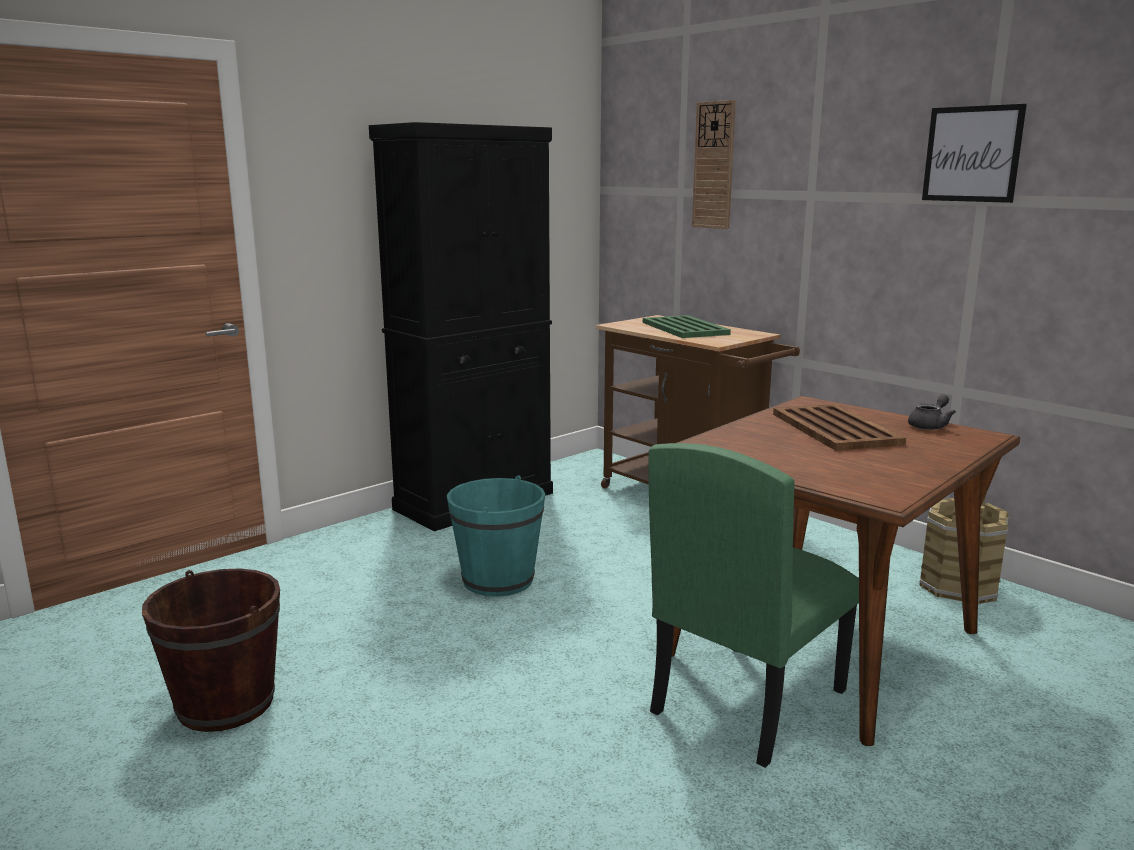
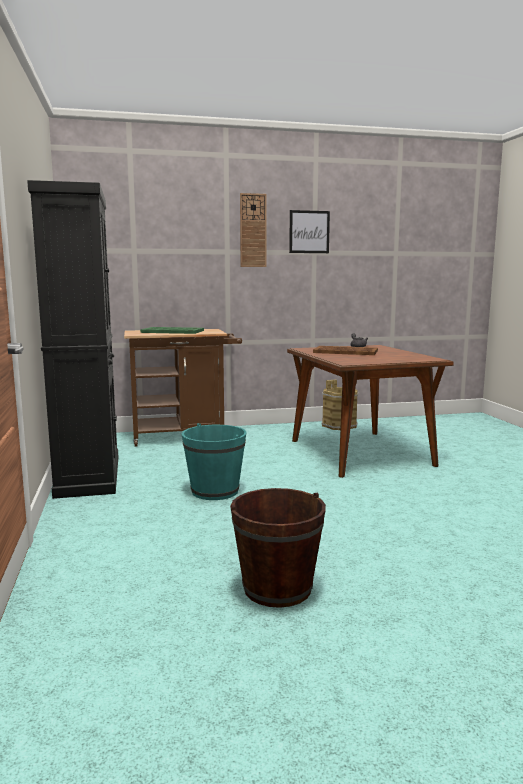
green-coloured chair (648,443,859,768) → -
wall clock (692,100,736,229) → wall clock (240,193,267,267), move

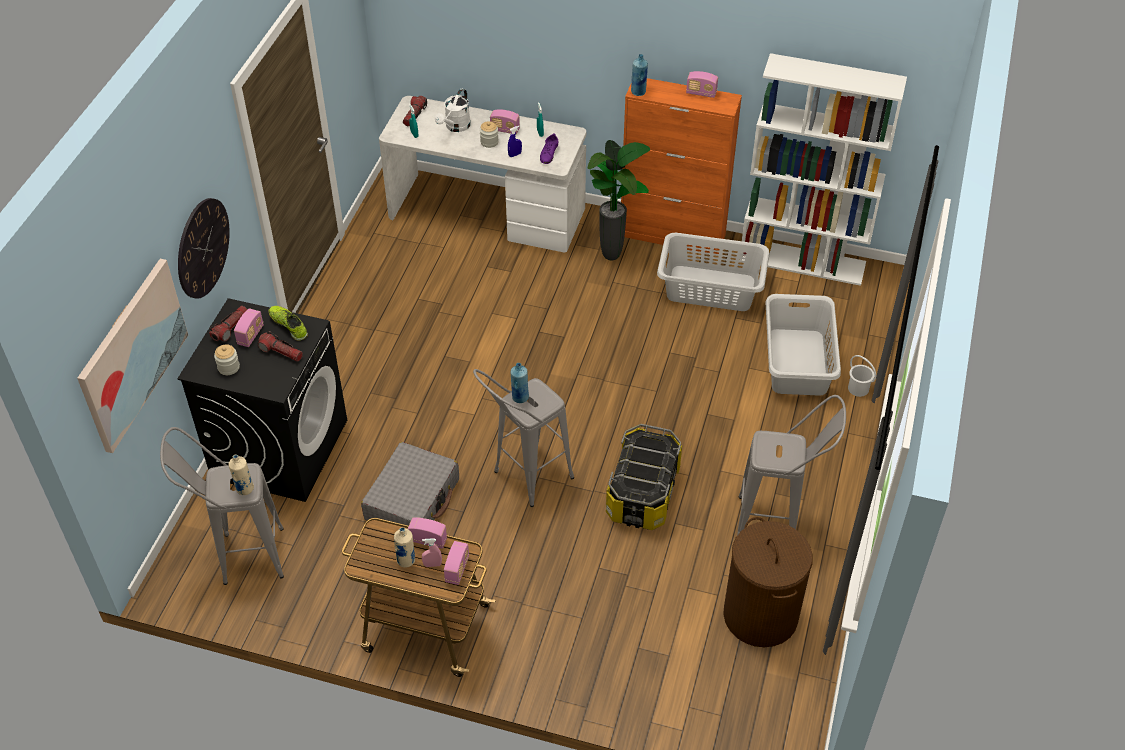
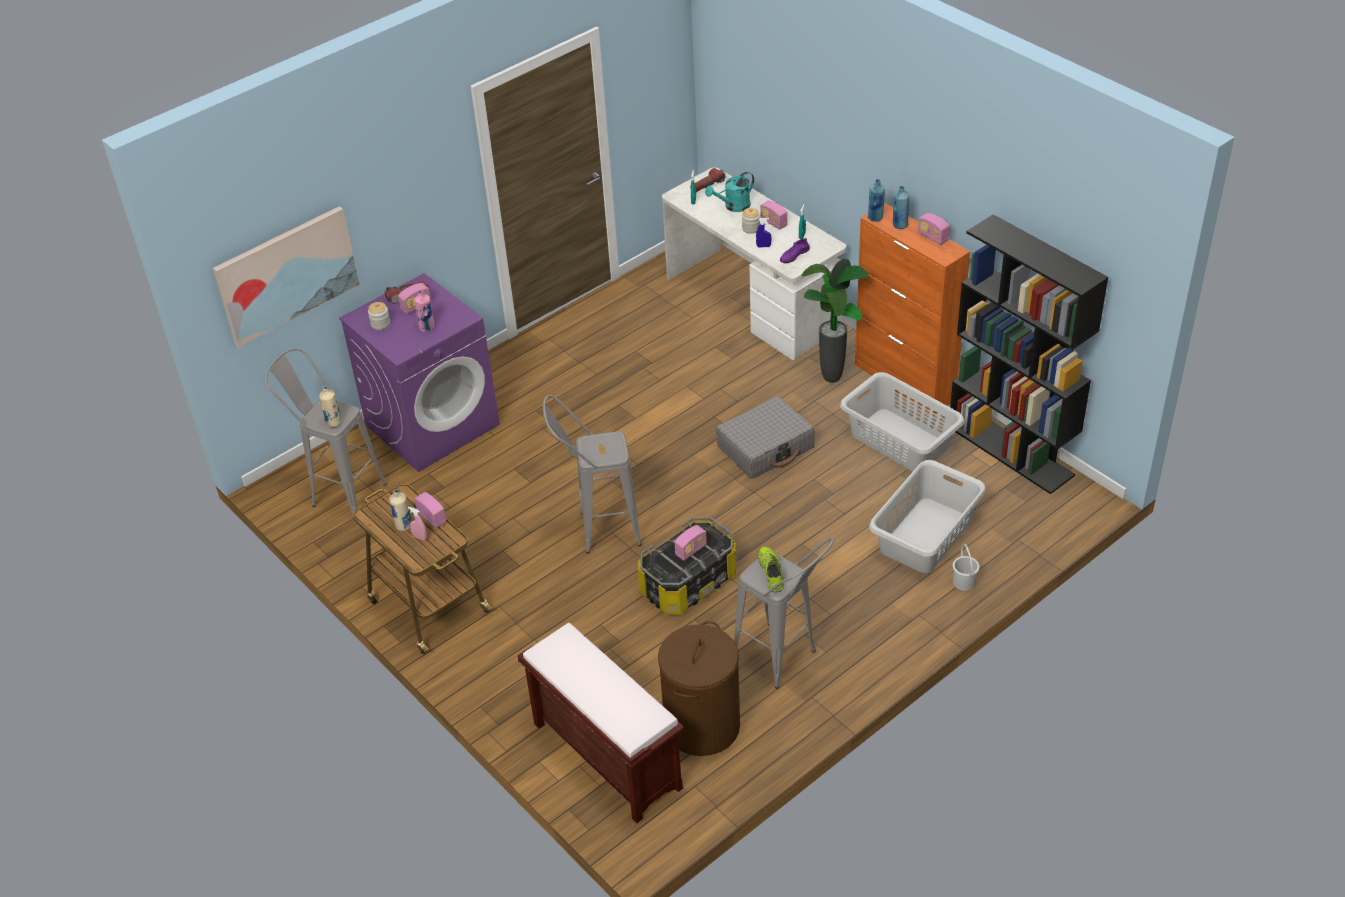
wall clock (178,198,230,299) → -
- → brown bench (518,623,684,823)
item of footwear (268,306,308,341) → item of footwear (758,547,784,592), move
greyish piece of luggage (361,442,459,526) → greyish piece of luggage (716,396,815,478), move
radio (444,541,469,585) → radio (674,525,707,561), move
blue beverage bottle (511,363,529,403) → blue beverage bottle (893,186,909,229), move
torch (258,331,303,362) → pink-coloured beverage bottle (414,290,434,332)
black laundry machine (177,298,347,502) → purplish laundry machine (339,273,500,472)
whitish watering can (435,88,471,132) → turquoise-coloured watering can (705,171,754,212)
whitish bookshelf (739,53,907,286) → black bookshelf (950,214,1108,494)

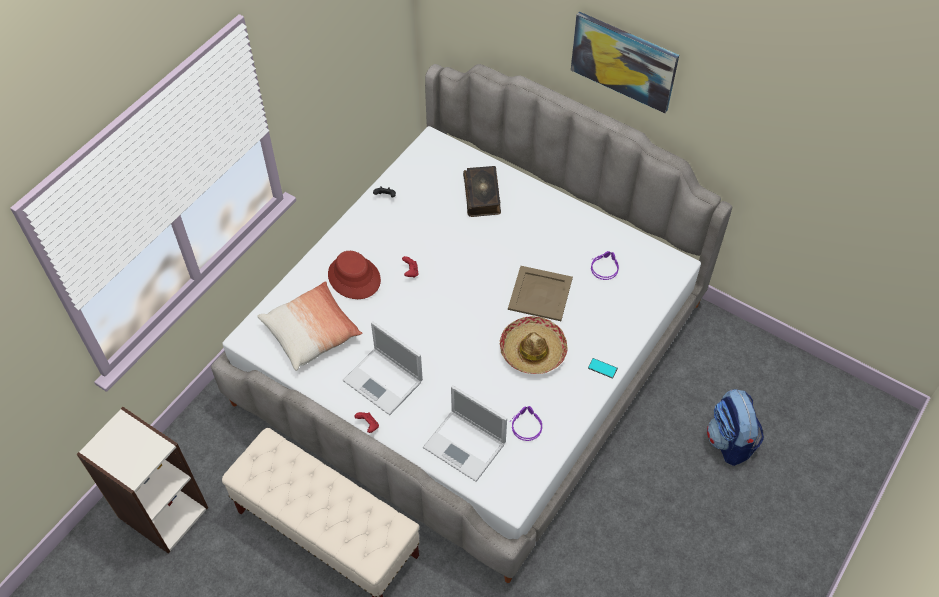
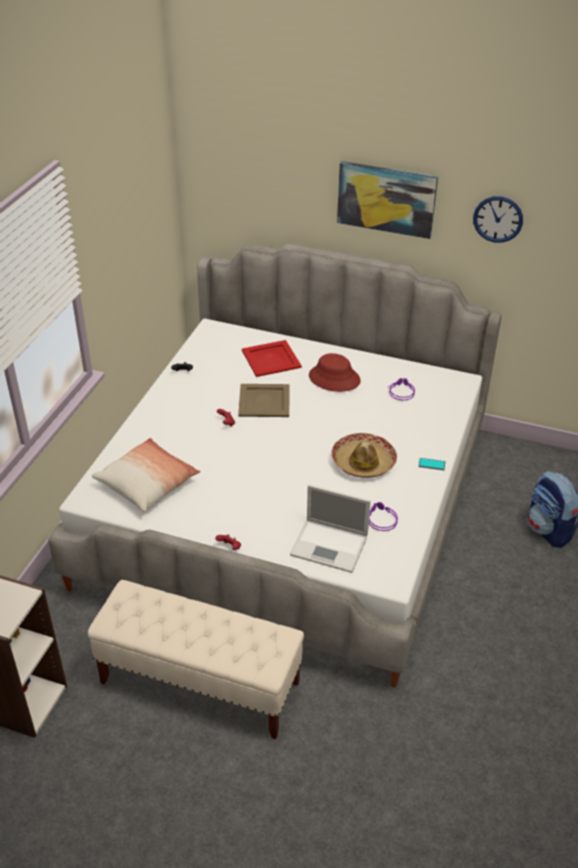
notebook computer (343,321,423,415) → -
- → wall clock (473,196,523,243)
reddish hat (328,251,381,299) → reddish hat (309,353,361,392), move
beige-coloured serving tray (508,266,573,321) → beige-coloured serving tray (238,384,290,417), move
volume (463,166,501,217) → reddish serving tray (242,340,302,377)

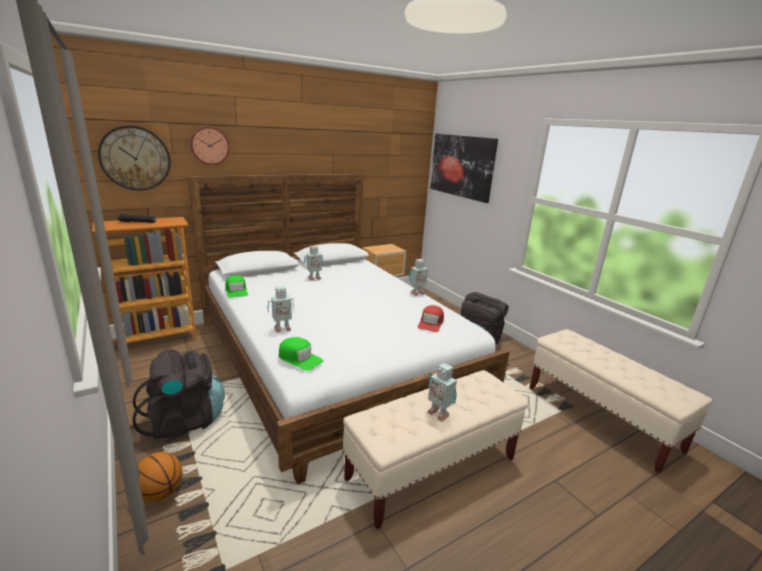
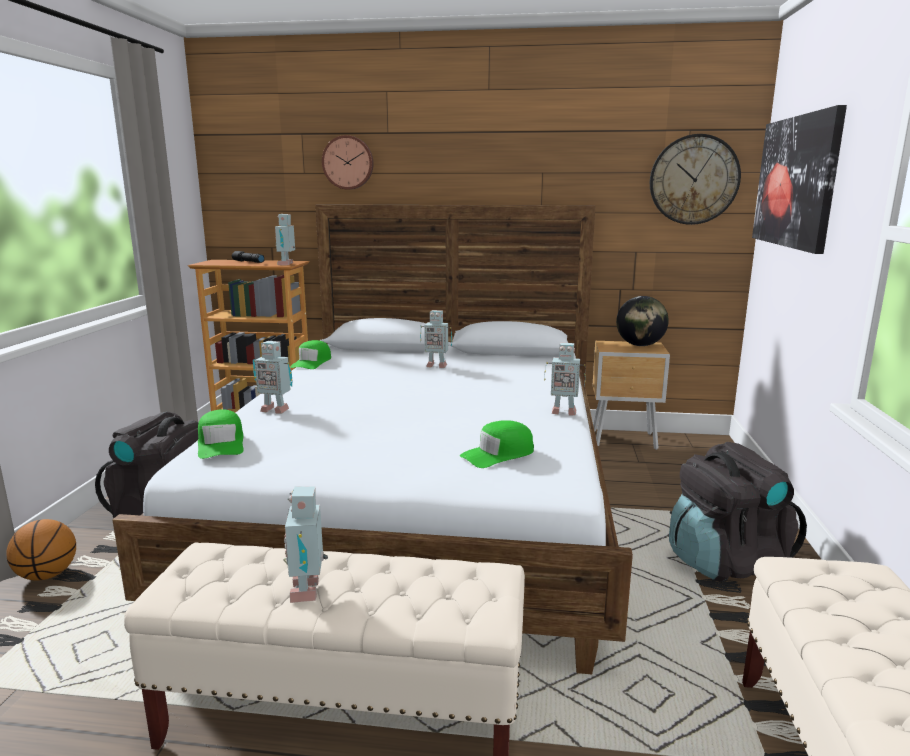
- → toy robot (275,214,295,265)
- → desk globe (616,296,669,346)
wall clock (98,125,170,191) → wall clock (650,134,741,225), move
reddish peaked cap (418,305,444,332) → green-coloured peaked cap (460,420,534,468)

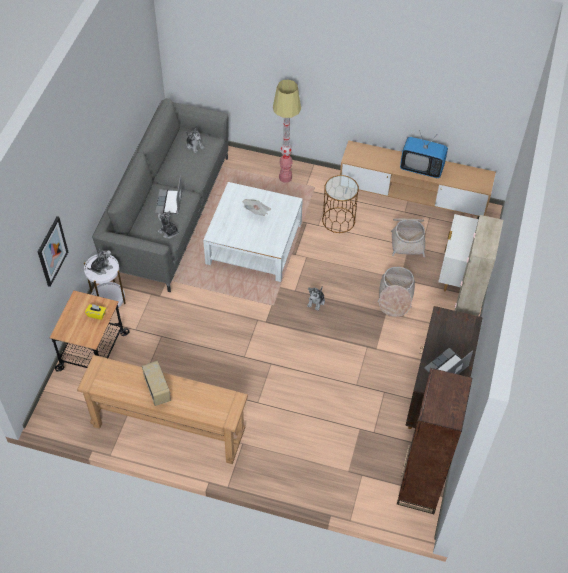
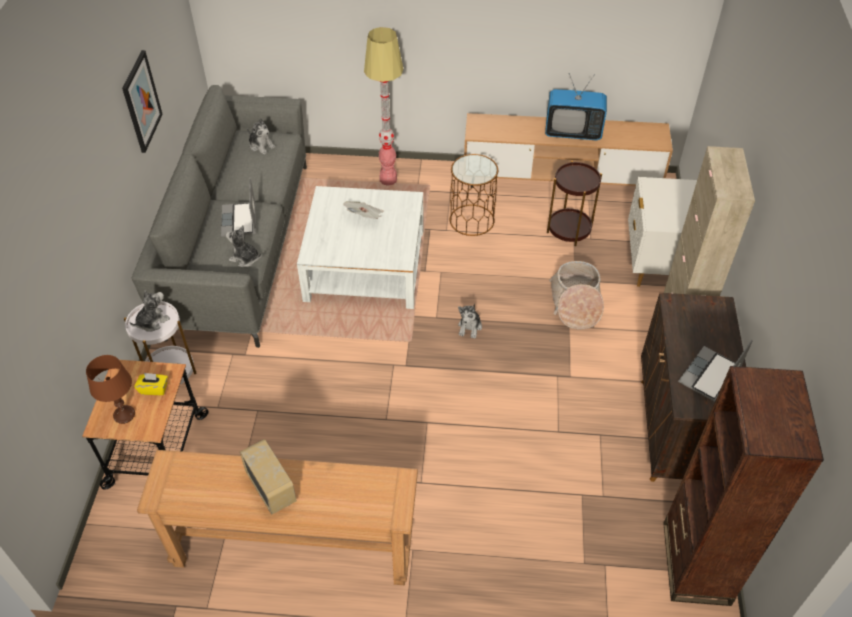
- → brown tabletop lamp (86,355,135,424)
wall art (38,216,68,287) → wall art (122,50,163,153), move
household basket (391,218,425,257) → brown end table (547,161,602,246)

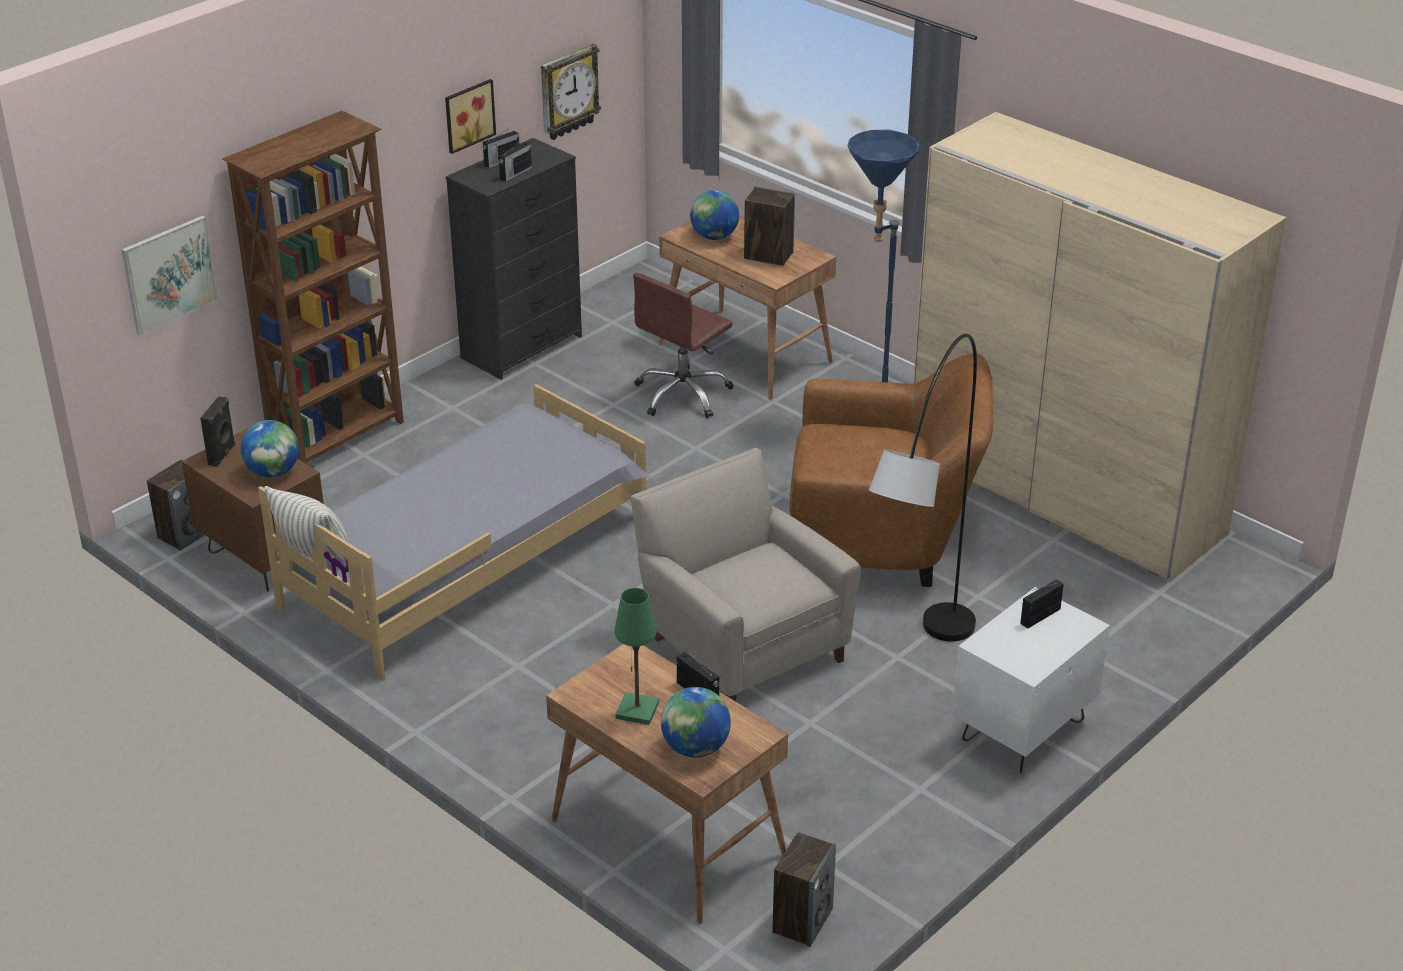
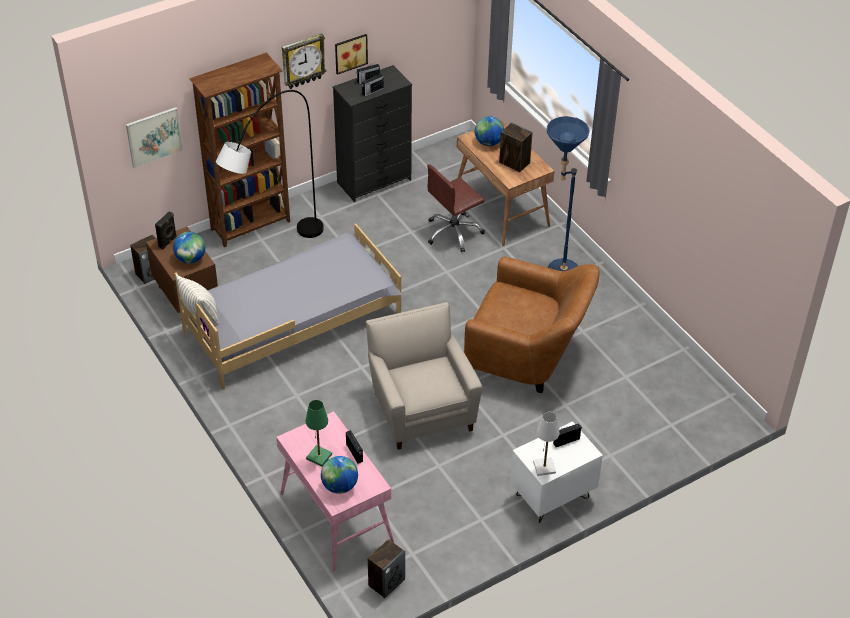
beige-coloured wardrobe (913,112,1286,582) → -
- → whitish tabletop lamp (533,412,559,476)
wall clock (541,44,601,140) → wall clock (282,33,326,89), move
greyish floor lamp (869,333,977,641) → greyish floor lamp (216,90,324,238), move
brown desk table (546,644,788,924) → pink-coloured desk table (277,411,394,572)

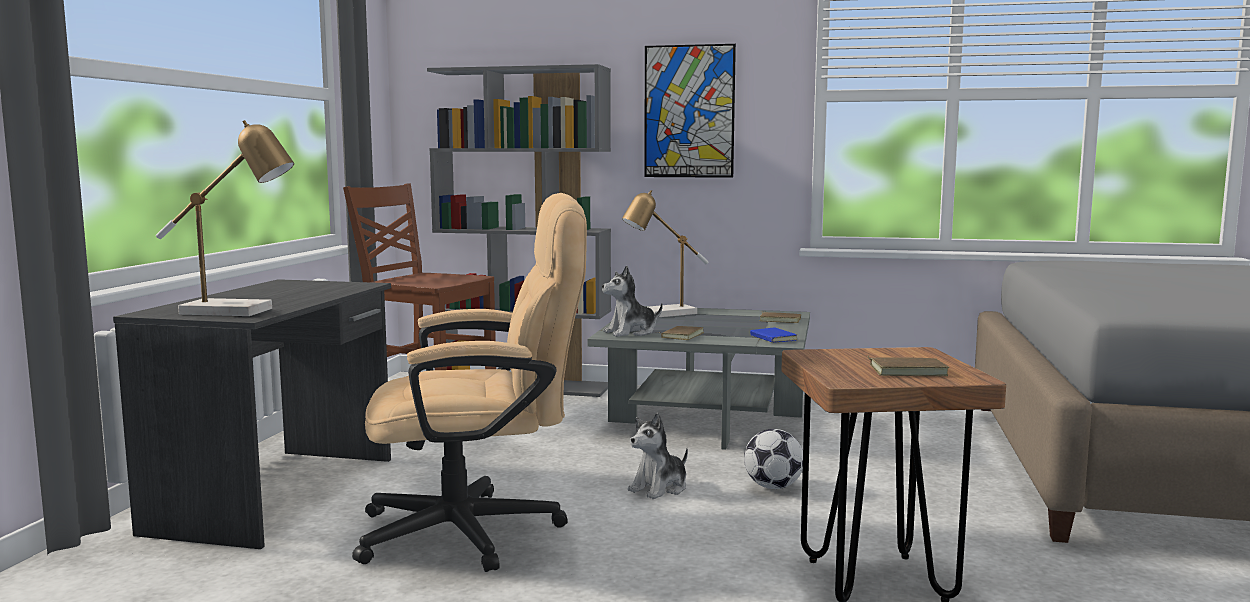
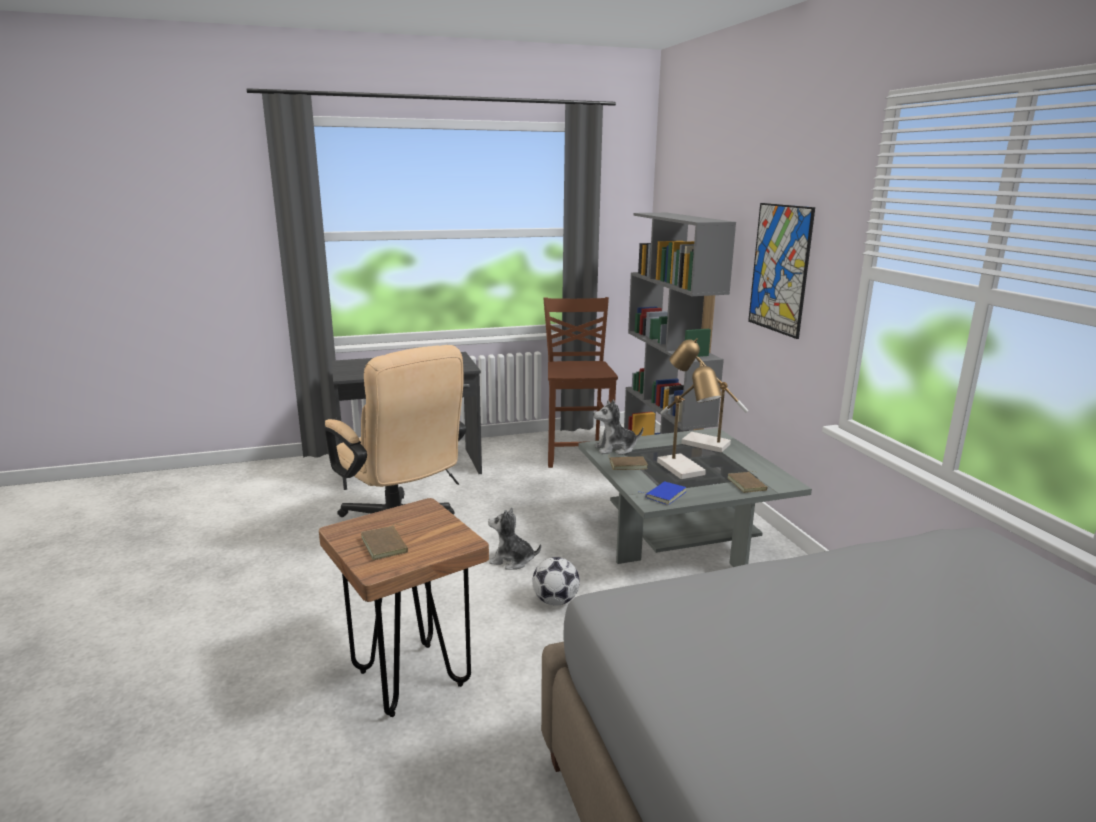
tabletop lamp (156,120,294,316) → tabletop lamp (657,362,722,479), move
plush toy (602,266,663,337) → plush toy (593,399,643,455), 45 degrees counterclockwise

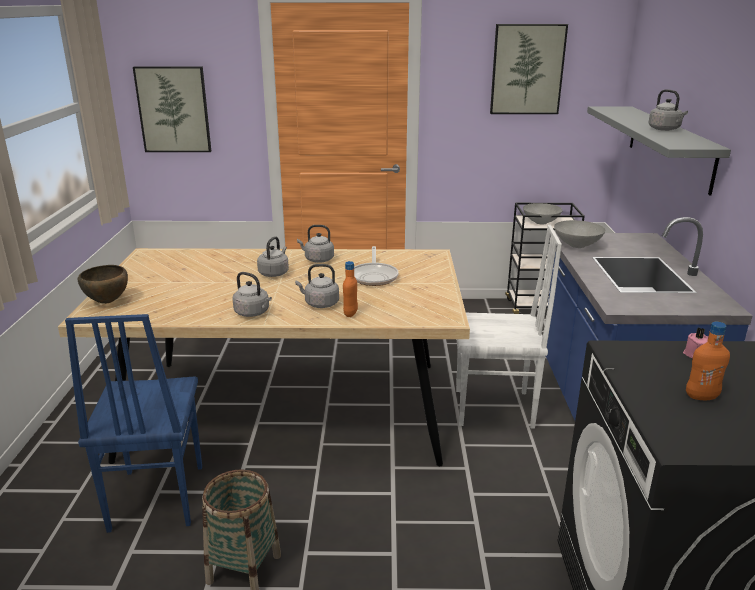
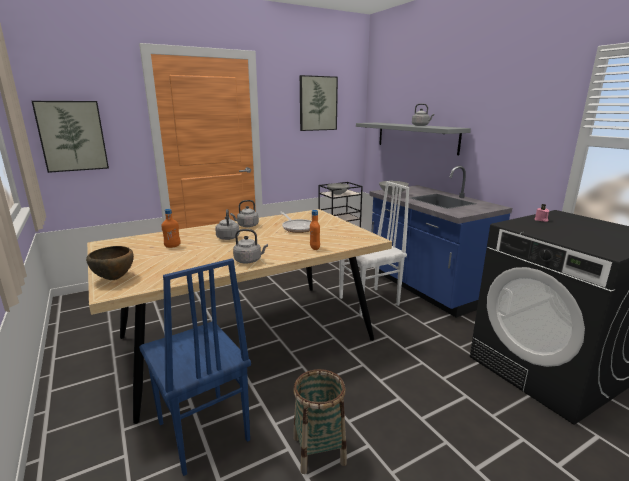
greyish water kettle (295,264,339,308) → -
orange beverage bottle (686,322,730,400) → orange beverage bottle (161,209,181,248), move

